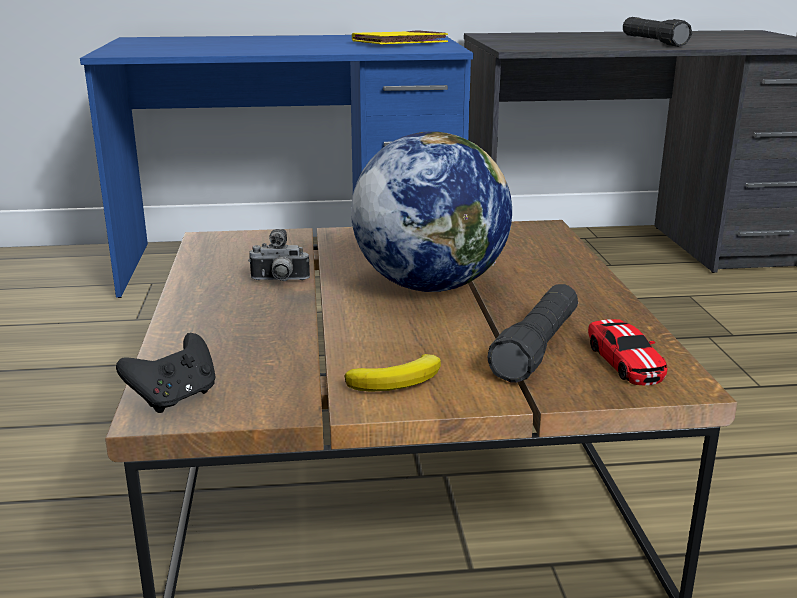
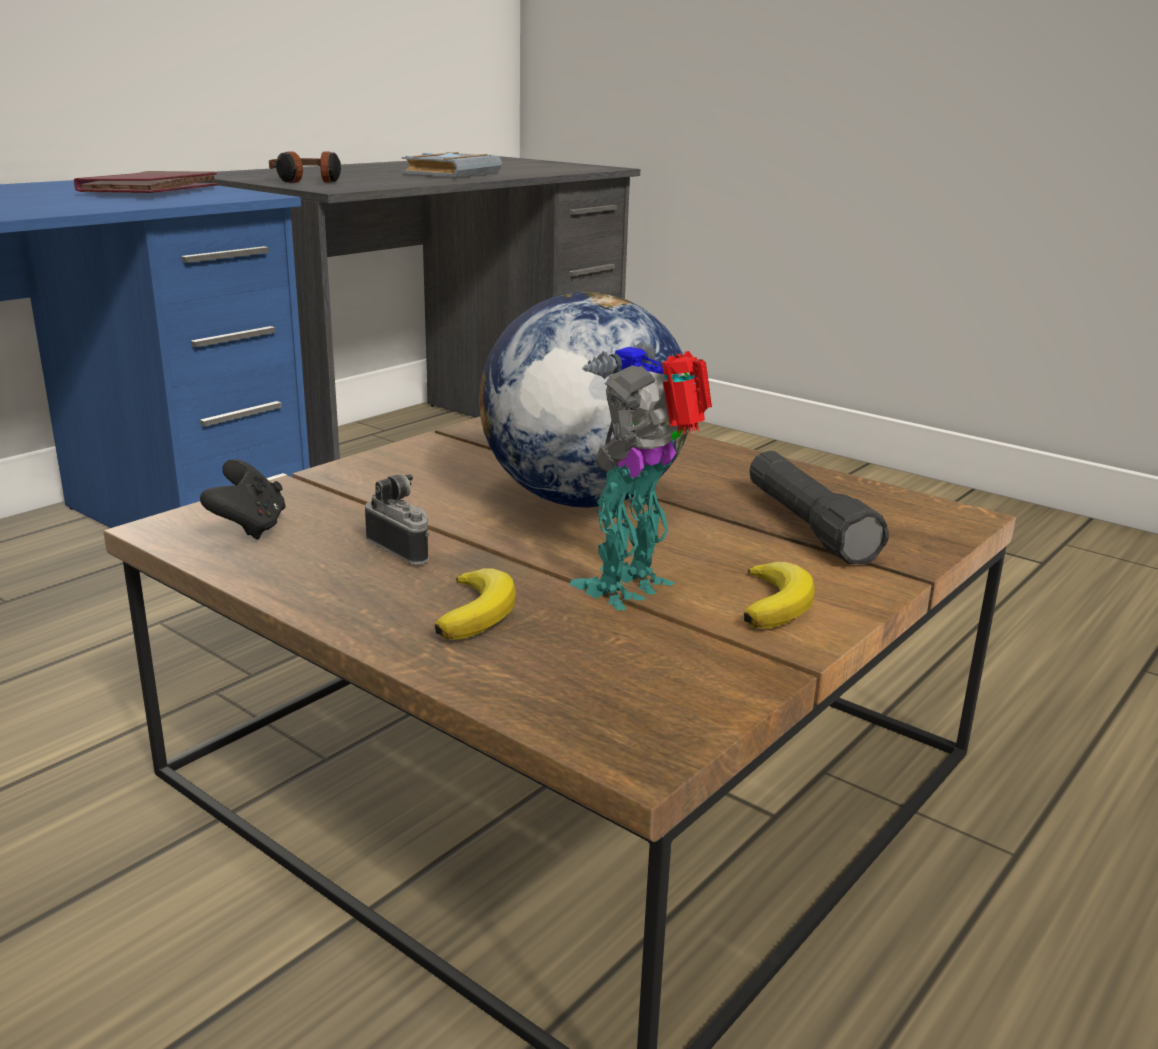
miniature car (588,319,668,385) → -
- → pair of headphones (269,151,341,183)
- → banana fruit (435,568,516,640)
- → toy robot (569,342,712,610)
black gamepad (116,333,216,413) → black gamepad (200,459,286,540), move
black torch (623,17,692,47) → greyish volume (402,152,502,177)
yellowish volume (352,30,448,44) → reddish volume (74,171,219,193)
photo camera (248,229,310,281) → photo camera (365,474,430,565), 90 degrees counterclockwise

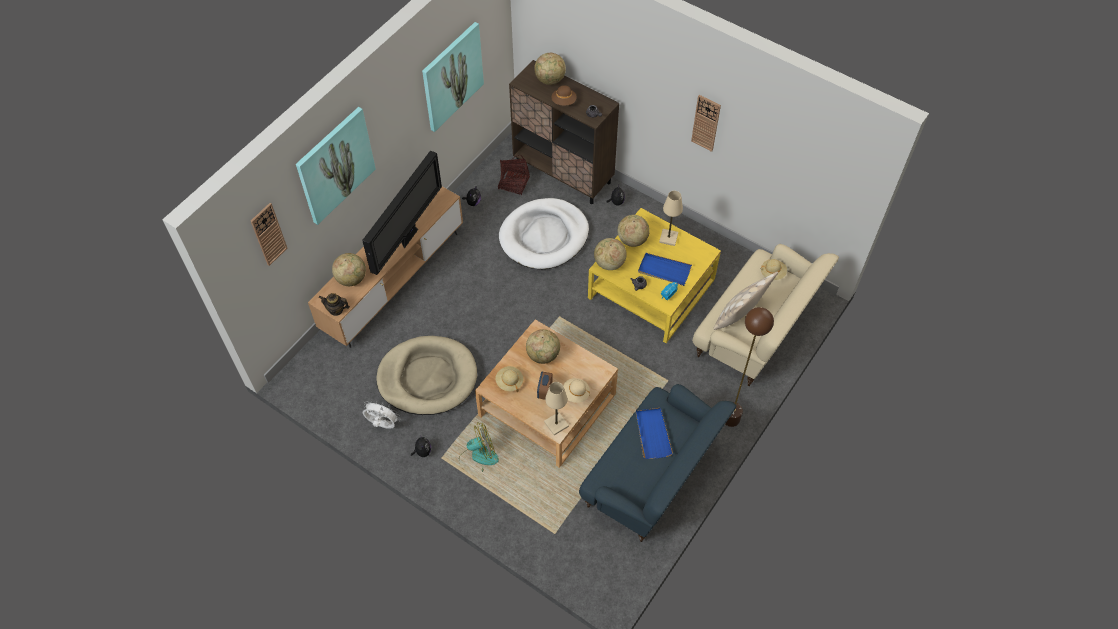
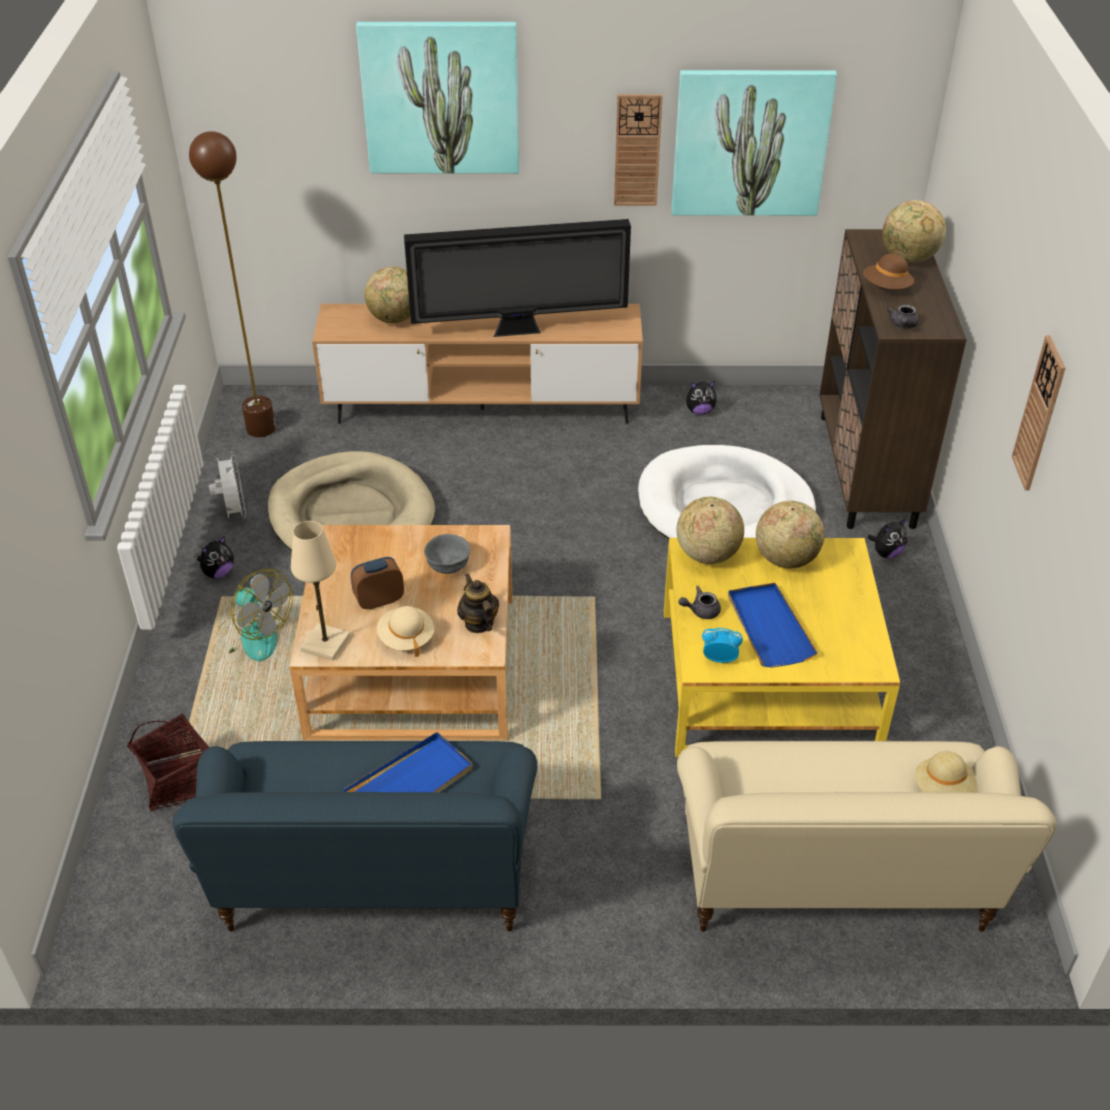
beige-coloured hat (495,366,524,392) → -
beige-coloured tabletop lamp (659,191,683,246) → -
beige-coloured cushion (713,272,778,330) → -
wall clock (251,203,287,266) → wall clock (614,94,663,206), move
teapot (319,293,350,316) → teapot (457,574,499,633), move
household basket (498,155,530,196) → household basket (127,713,209,812), move
brown floor lamp (725,307,774,427) → brown floor lamp (189,131,276,437), move
desk globe (526,329,560,364) → greyish bowl (424,534,470,574)

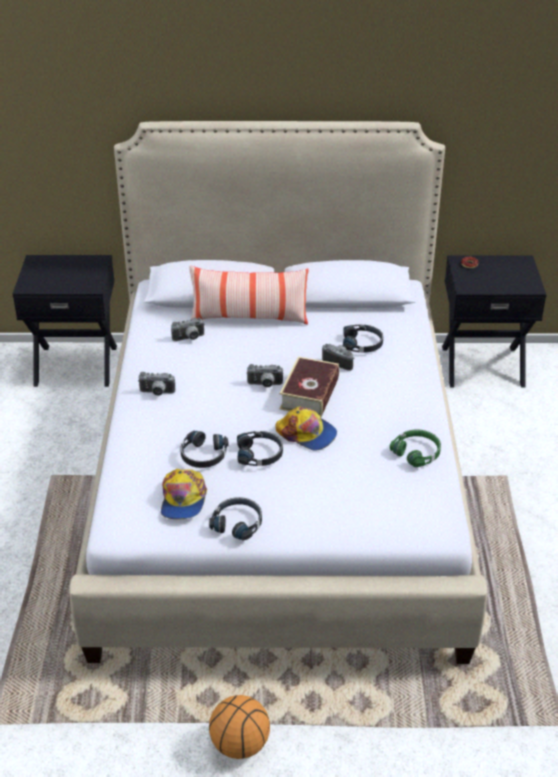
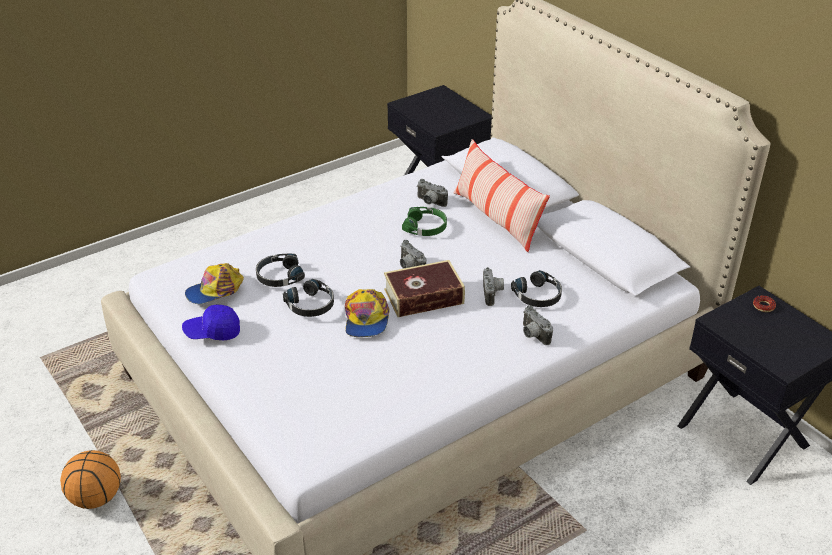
photo camera (138,372,175,396) → photo camera (523,305,553,345), move
green-coloured pair of headphones (390,429,441,467) → green-coloured pair of headphones (402,207,447,236), move
black pair of headphones (209,497,262,541) → blue peaked cap (182,305,240,341)

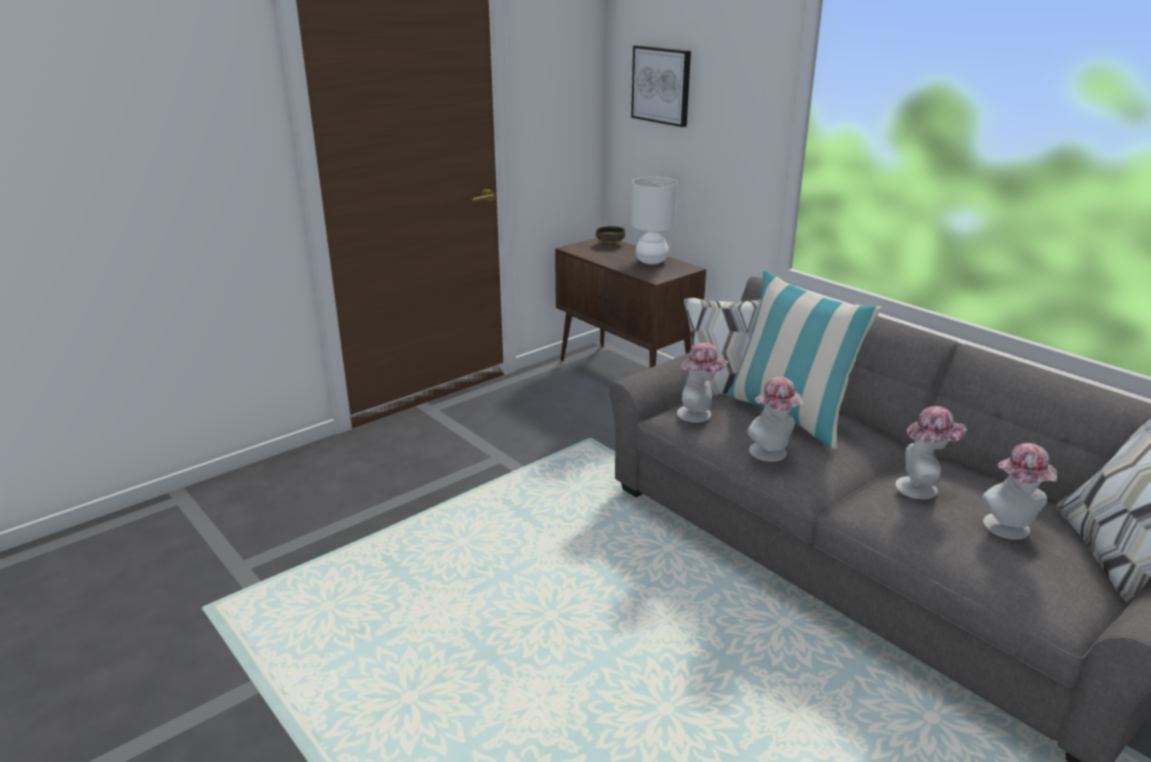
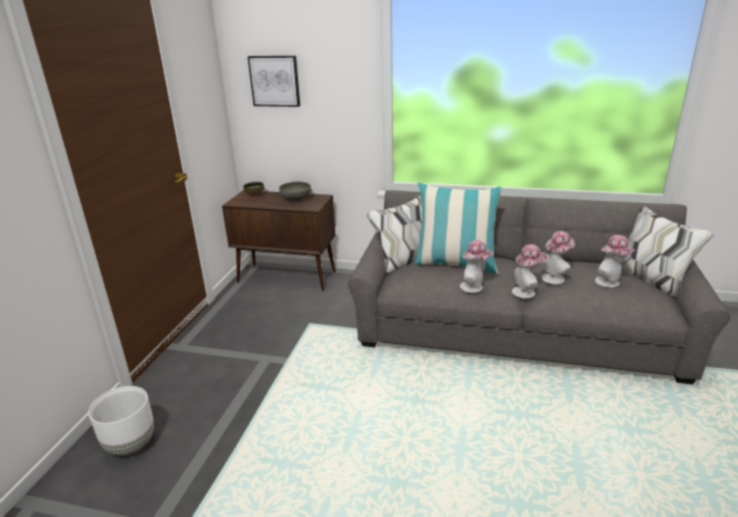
- → whitish flower pot (88,386,154,455)
hat (677,342,728,423) → hat (512,244,547,298), move
whitish tabletop lamp (631,177,677,265) → greyish bowl (279,182,311,201)

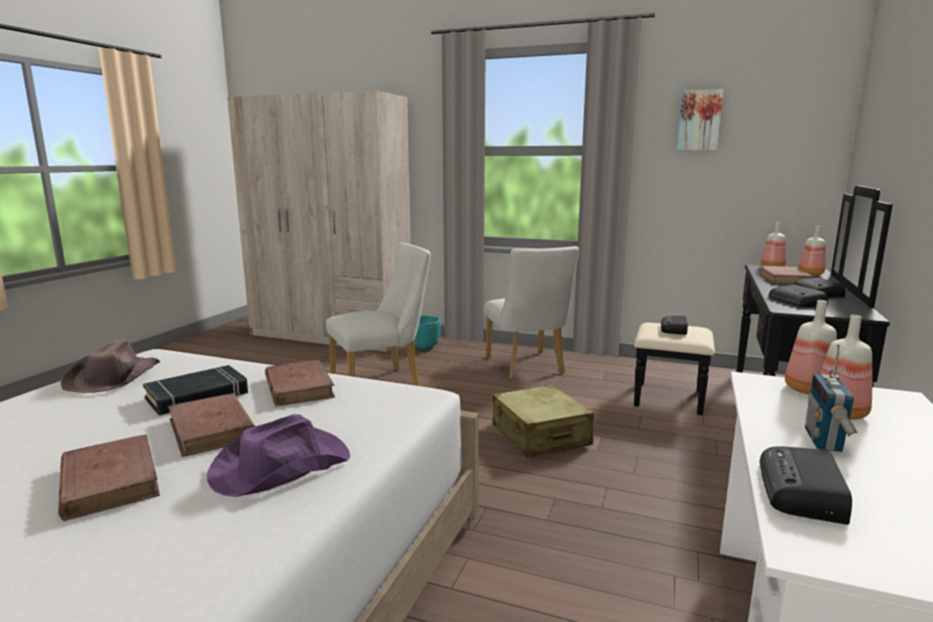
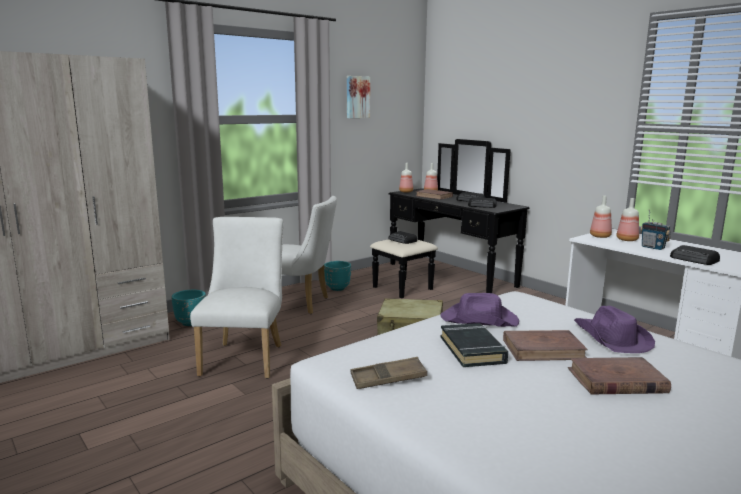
- → turquoise-coloured flower pot (324,261,351,291)
brown hat (60,340,160,393) → brown serving tray (350,357,427,389)
brown volume (265,360,335,407) → purplish hat (440,293,519,327)

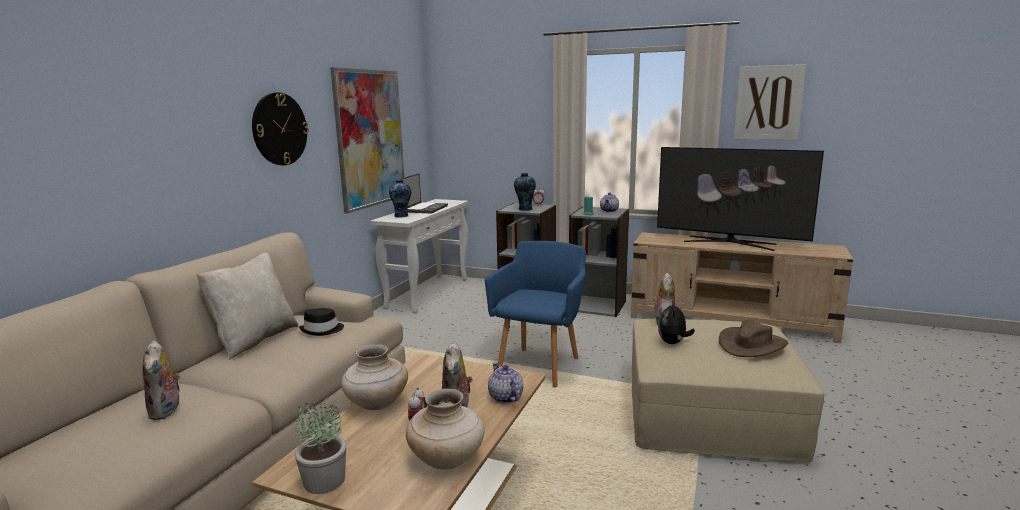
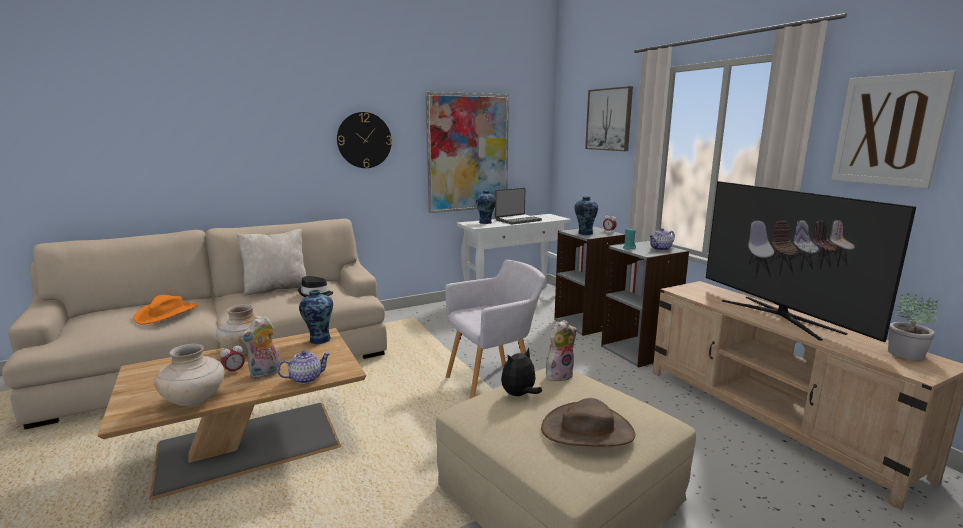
- → vase (299,290,333,344)
- → wall art (585,86,633,151)
potted plant (295,402,346,494) → potted plant (888,293,939,360), move
plush toy (142,340,180,420) → orange hat (133,295,198,325)
blue armchair (485,241,586,388) → greyish armchair (445,260,545,399)
teapot (488,363,523,403) → teapot (277,350,331,384), 45 degrees clockwise

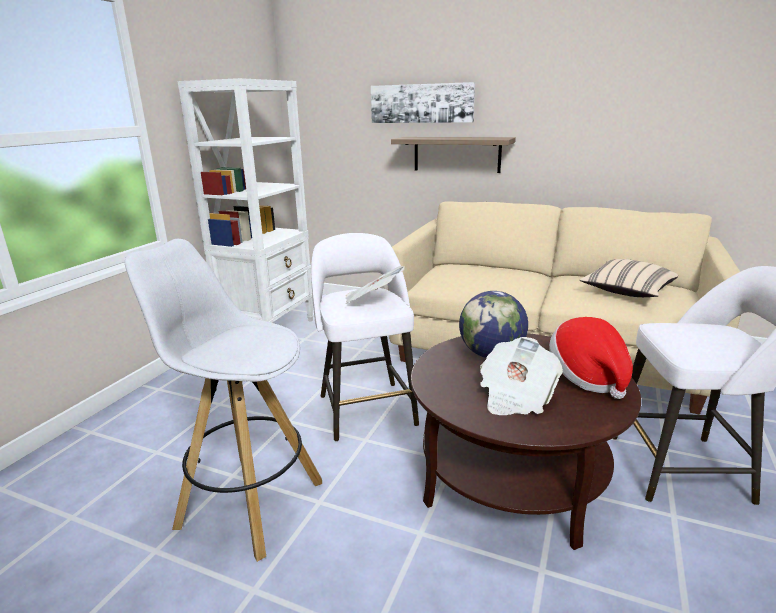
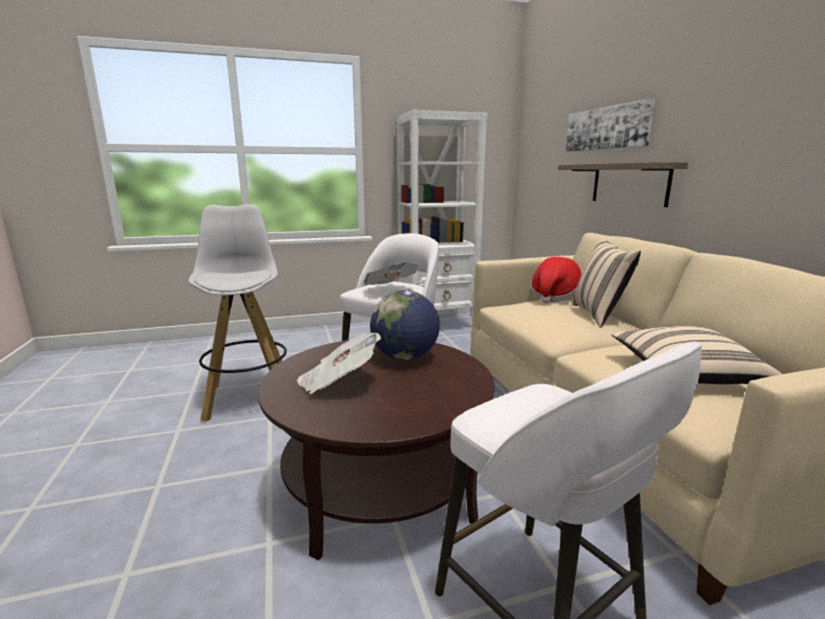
- → beige-coloured cushion (571,239,641,328)
hat (549,317,633,399) → hat (531,257,581,303), move

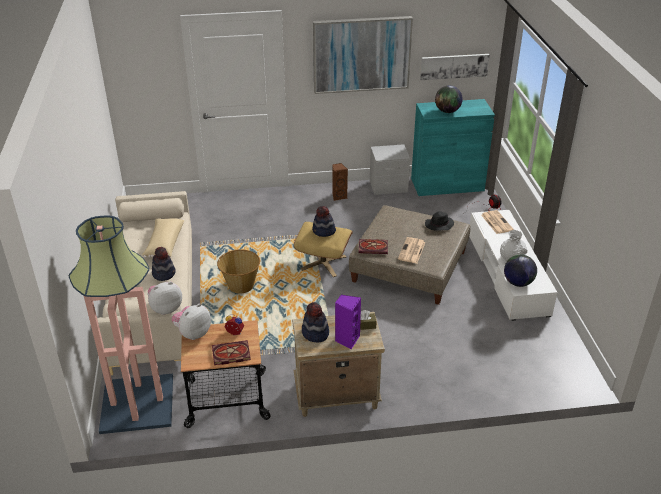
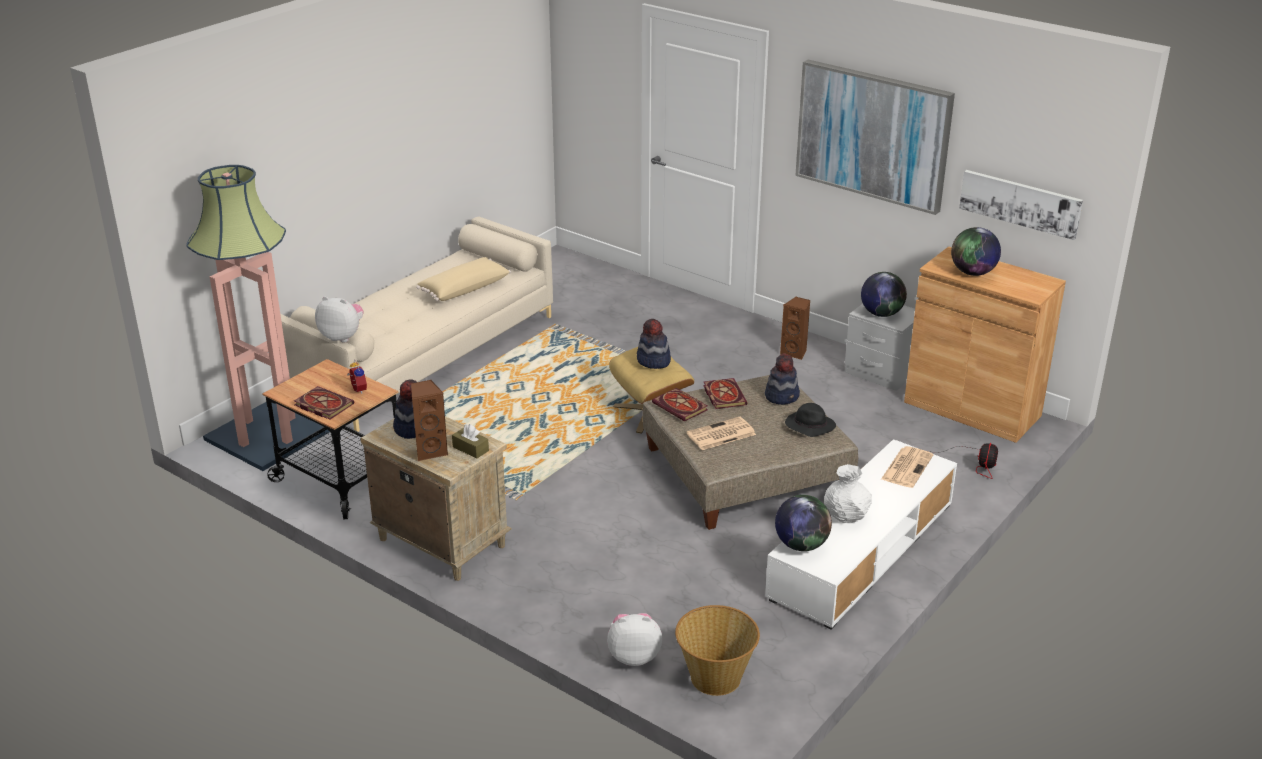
- → volume (703,378,748,409)
- → desk globe (861,272,907,317)
hat (152,247,176,281) → hat (765,353,800,405), move
plush toy (172,304,211,340) → plush toy (607,613,662,666), move
household basket (217,249,260,294) → household basket (675,605,760,696), move
purplish audio speaker (335,295,361,349) → brown audio speaker (411,380,448,461)
turquoise-coloured cupboard (411,99,495,196) → brown cupboard (904,247,1066,443)

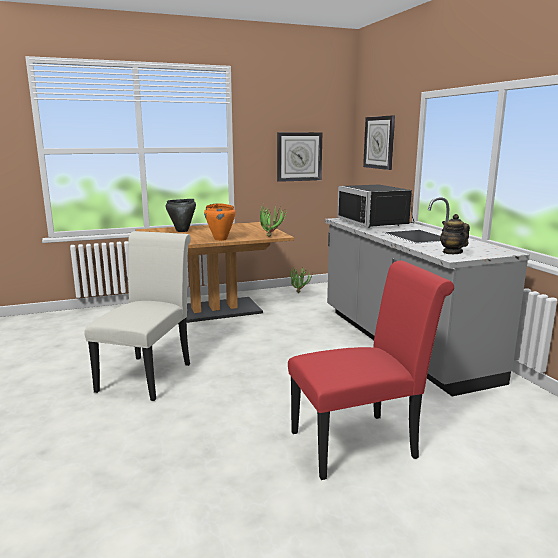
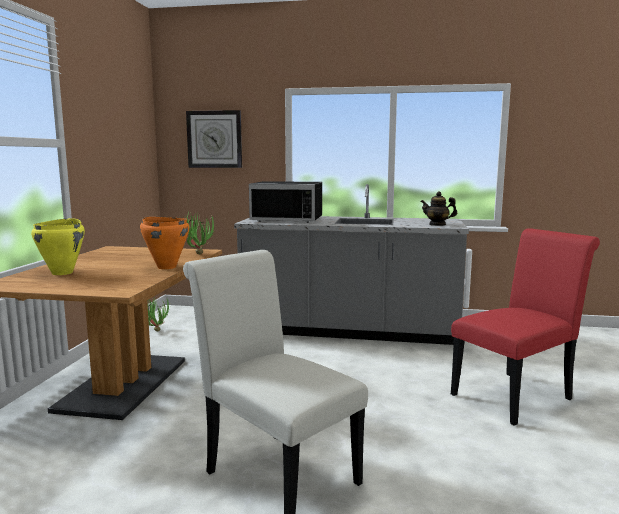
wall clock (277,132,323,182) → -
black stockpot (166,199,196,232) → yellowish stockpot (31,218,85,275)
reddish chair (288,261,454,480) → reddish chair (451,228,600,426), 45 degrees clockwise

